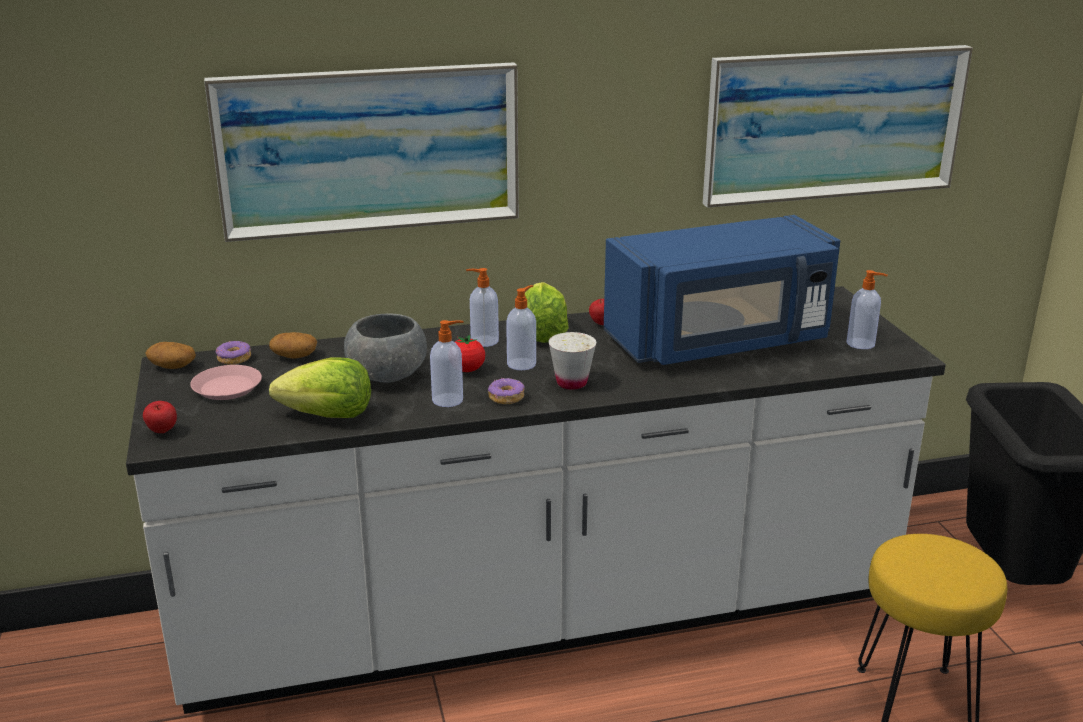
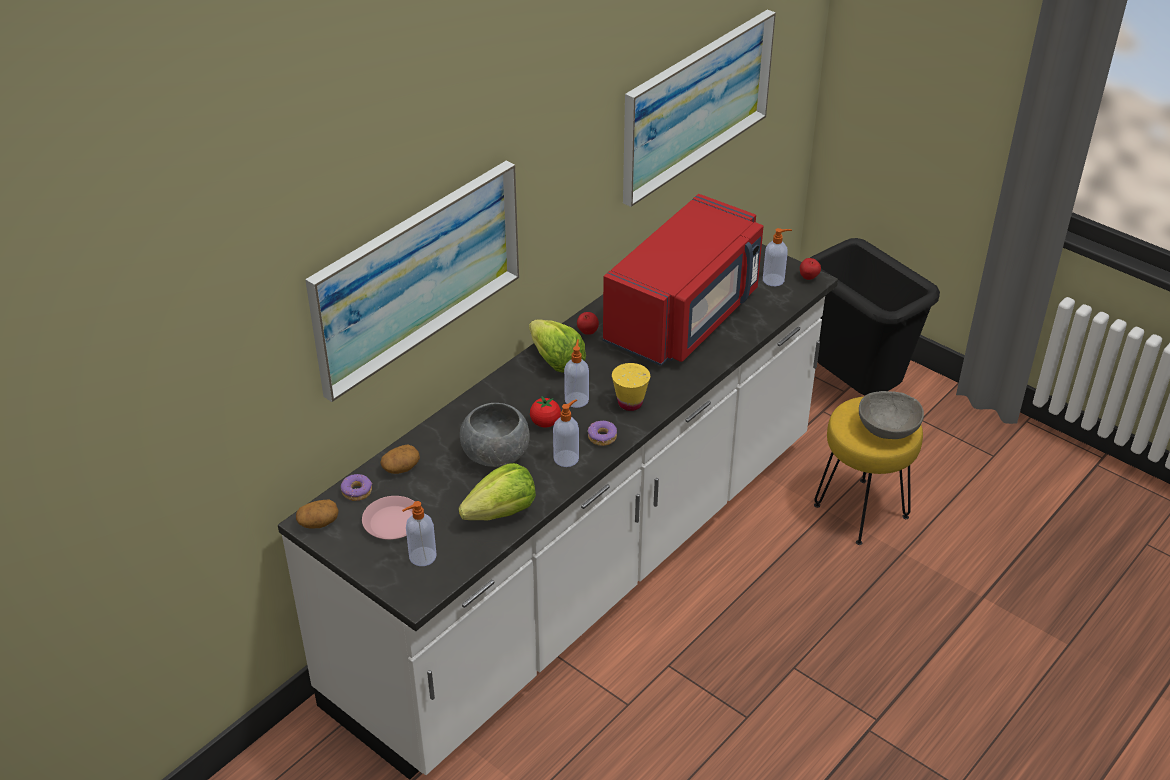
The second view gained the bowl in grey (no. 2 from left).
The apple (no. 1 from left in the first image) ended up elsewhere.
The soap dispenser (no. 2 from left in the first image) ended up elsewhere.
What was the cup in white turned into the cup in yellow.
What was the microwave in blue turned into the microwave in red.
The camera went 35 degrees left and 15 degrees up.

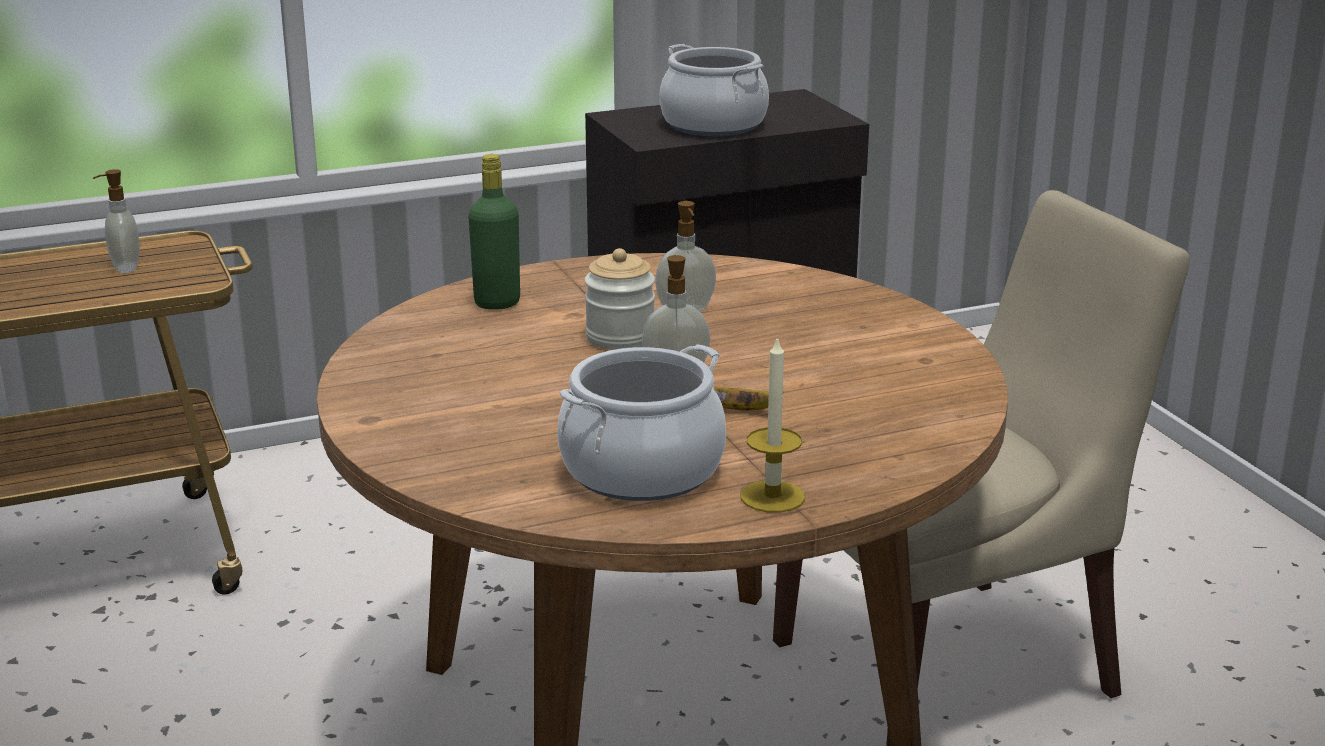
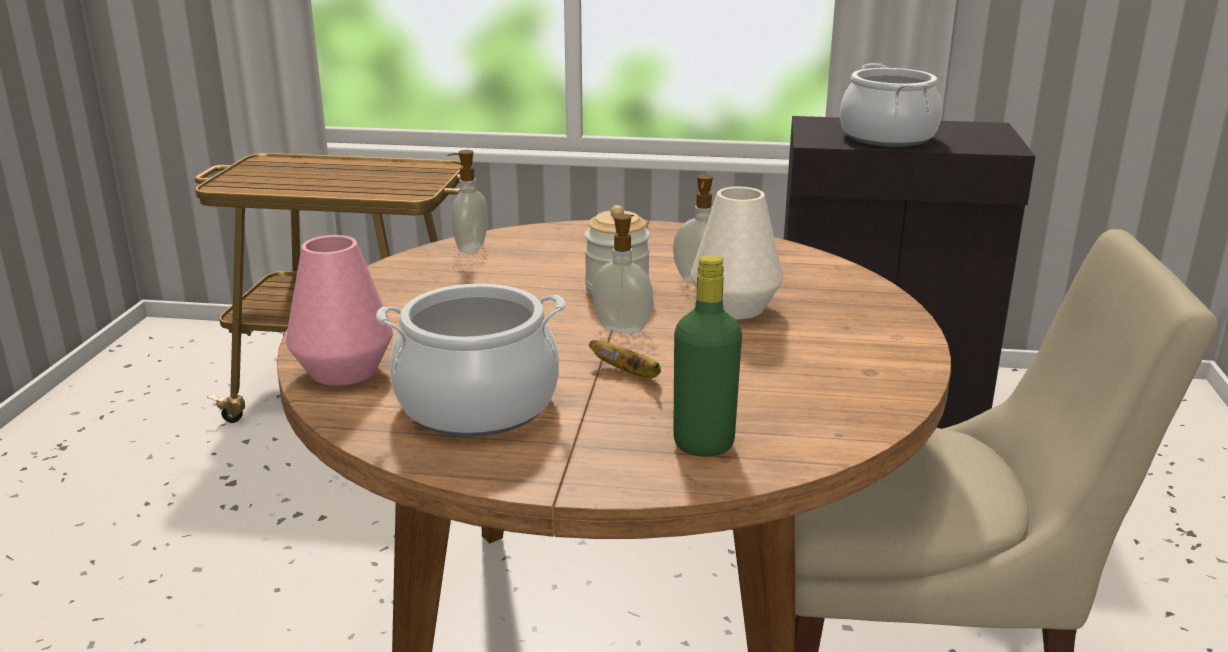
The second view lost the candle.
The second view gained the vase in pink.
The second view gained the vase in white.
The soap dispenser (no. 1 from left) ended up elsewhere.
The bottle in green ended up elsewhere.
The camera went 30 degrees right and 0 degrees up.

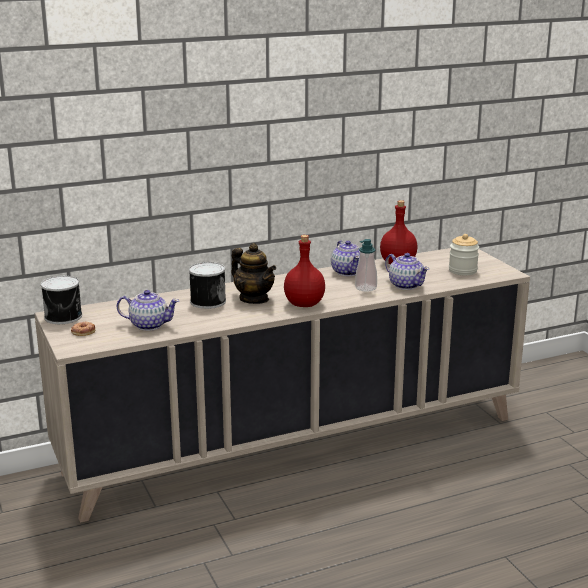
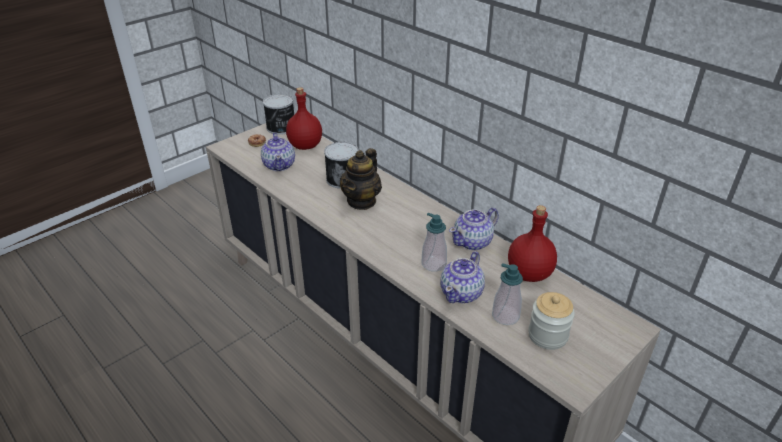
The second view gained the soap dispenser (no. 2 from left).
The bottle in red (no. 1 from left) ended up elsewhere.
The camera went 70 degrees right and 15 degrees up.

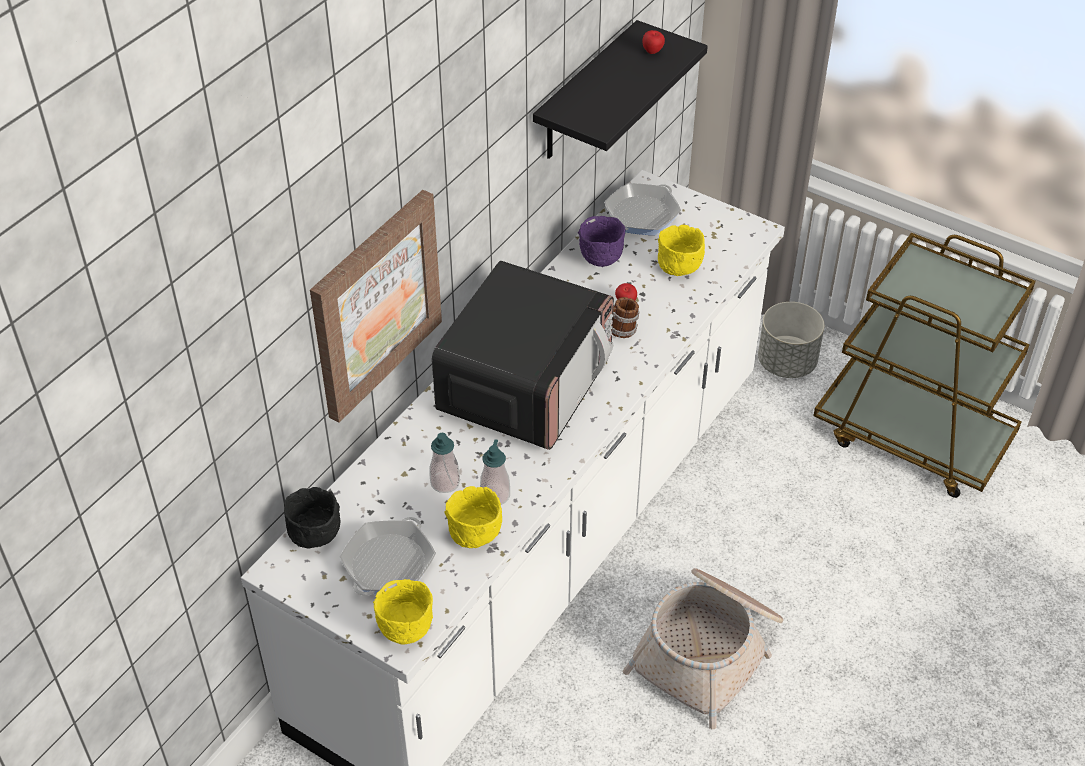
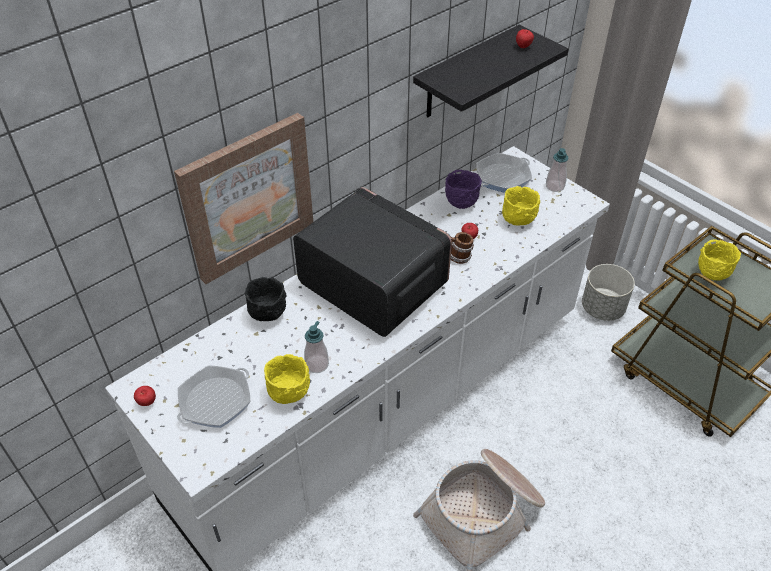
The second view gained the apple (no. 1 from left).
The bowl in black ended up elsewhere.
The bowl in yellow (no. 1 from left in the first image) ended up elsewhere.
The soap dispenser (no. 1 from left in the first image) ended up elsewhere.
The microwave ended up facing another way, 90 degrees counterclockwise from before.
The camera went 15 degrees right and 0 degrees up.

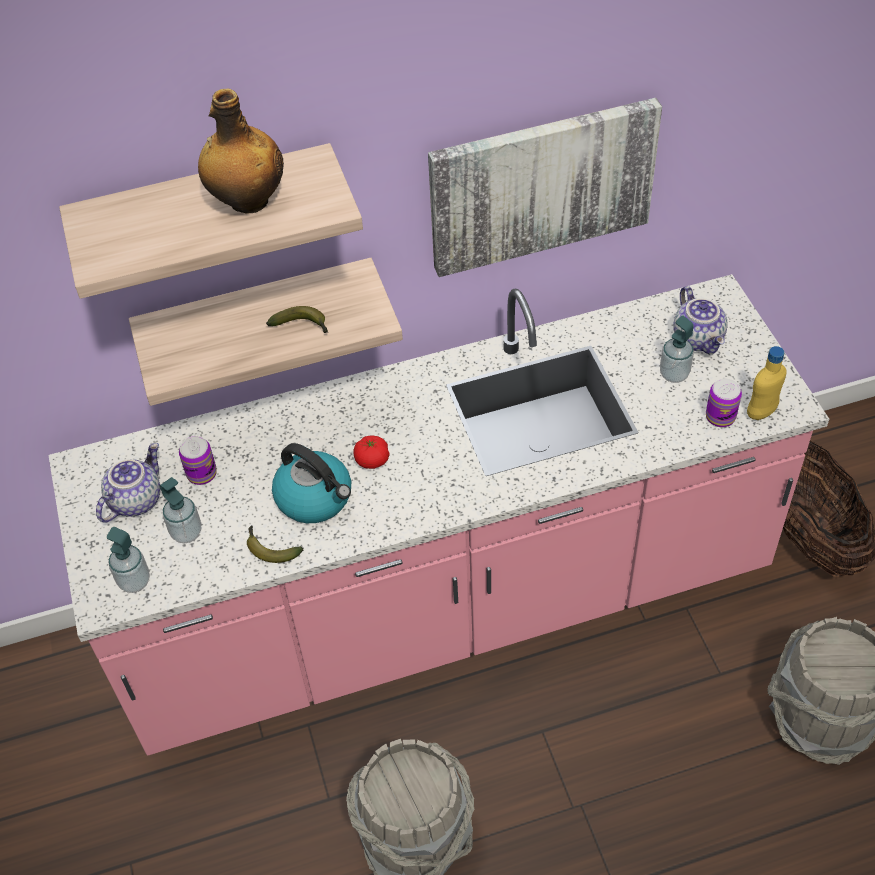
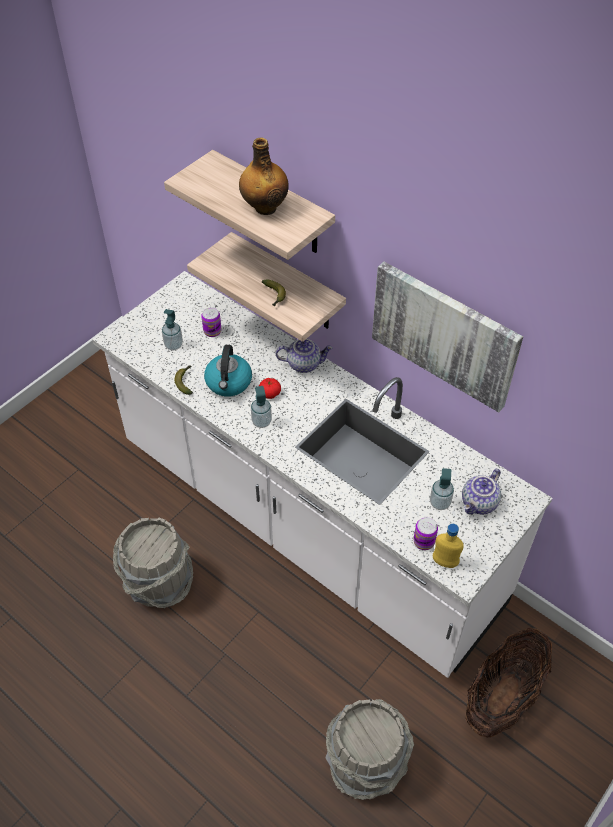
The teapot (no. 1 from left) ended up elsewhere.
The soap dispenser (no. 1 from left in the first image) ended up elsewhere.
What was the counter in pink turned into the counter in white.
The camera went 55 degrees right and 0 degrees up.

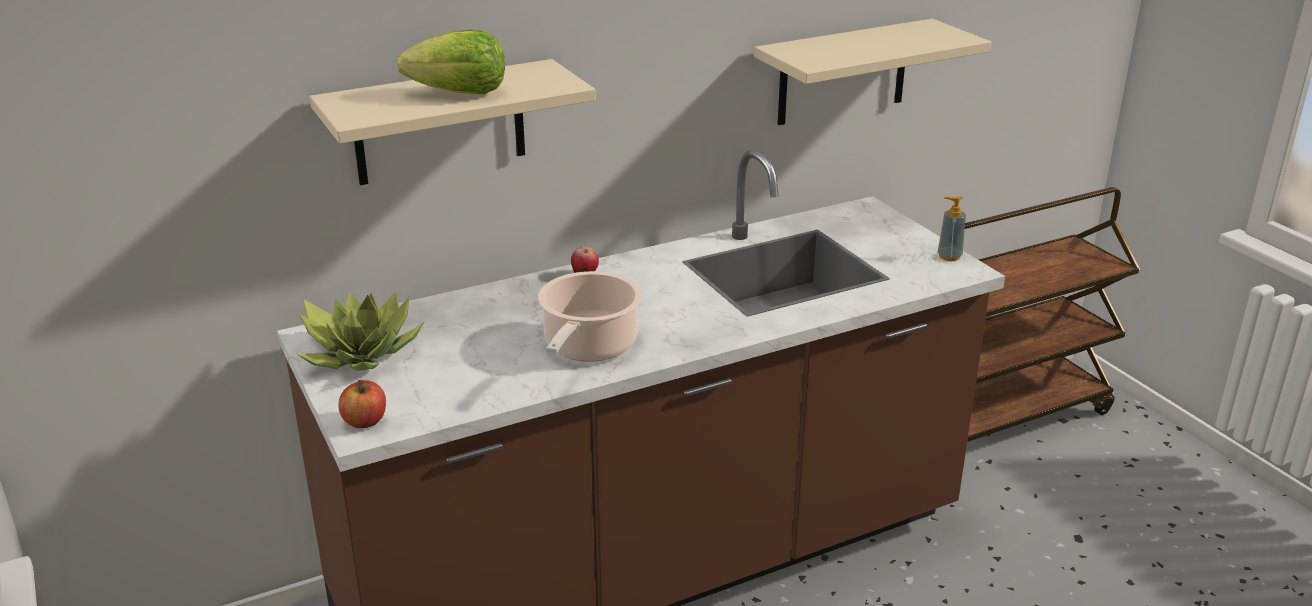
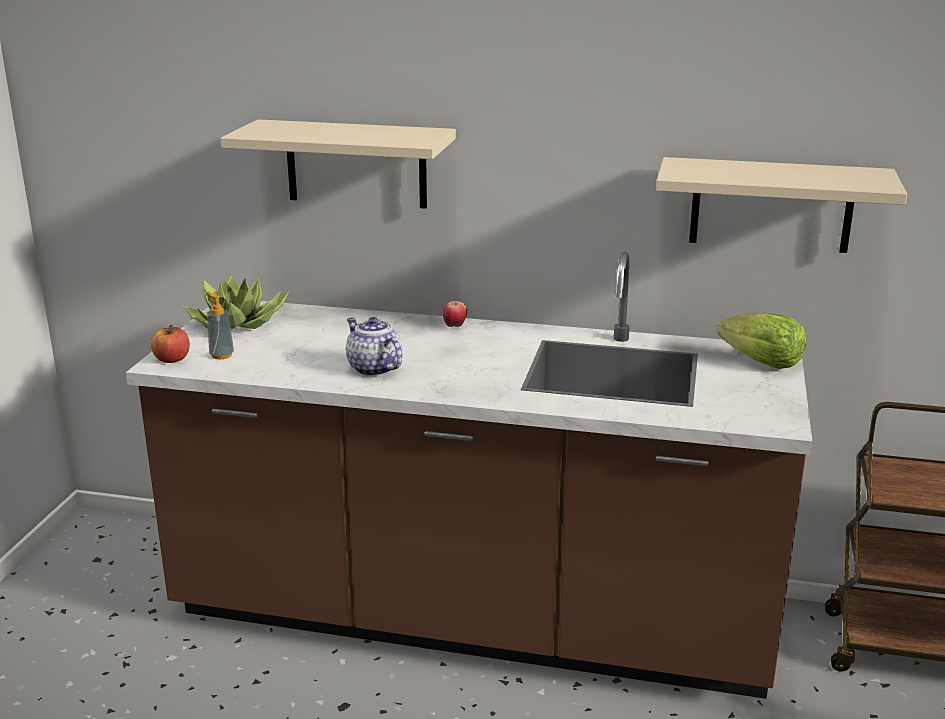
The lettuce ended up elsewhere.
The soap dispenser ended up elsewhere.
Where the cooking pot stood, the teapot came to stand.
The camera went 40 degrees right and 5 degrees down.

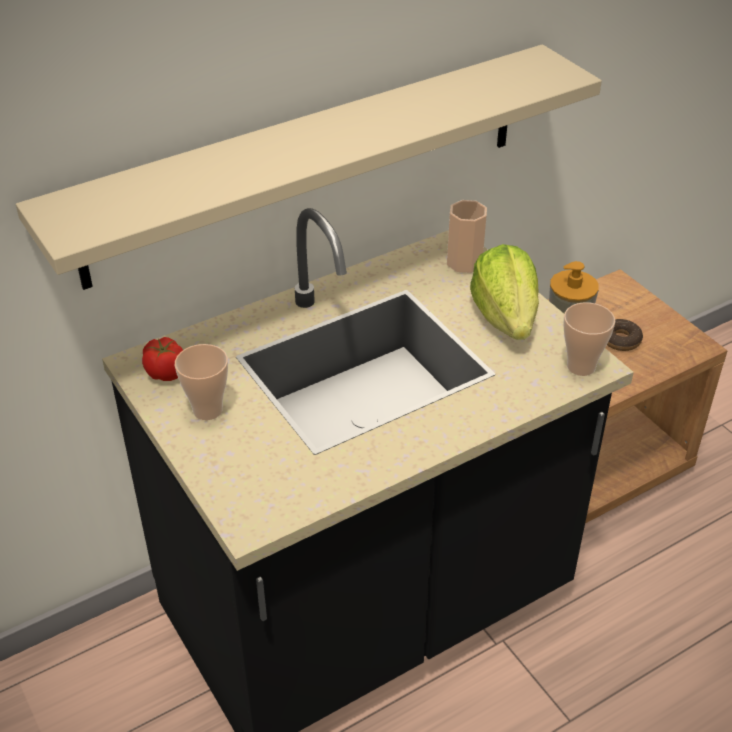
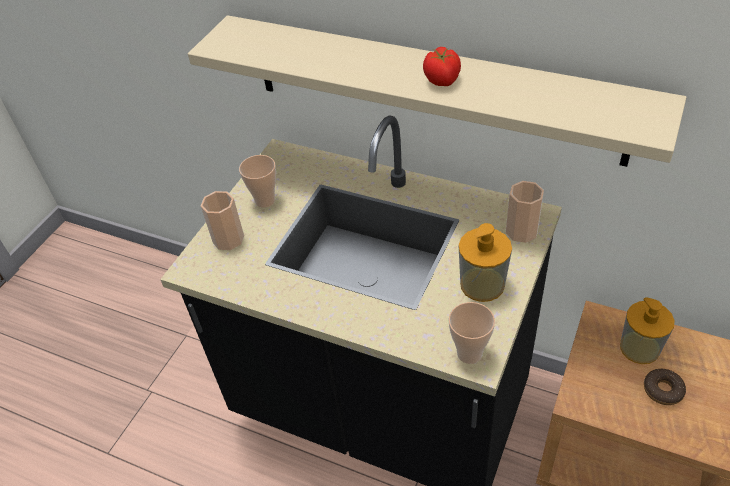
The second view gained the cup (no. 1 from left).
The tomato ended up elsewhere.
Where the lettuce stood, the soap dispenser (no. 1 from left) came to stand.
The camera went 60 degrees right and 5 degrees up.

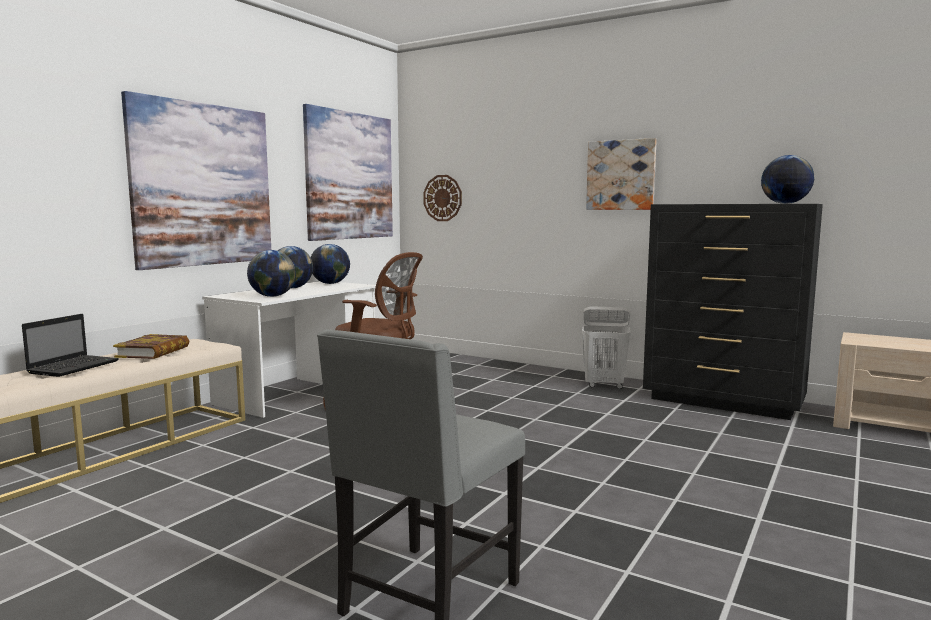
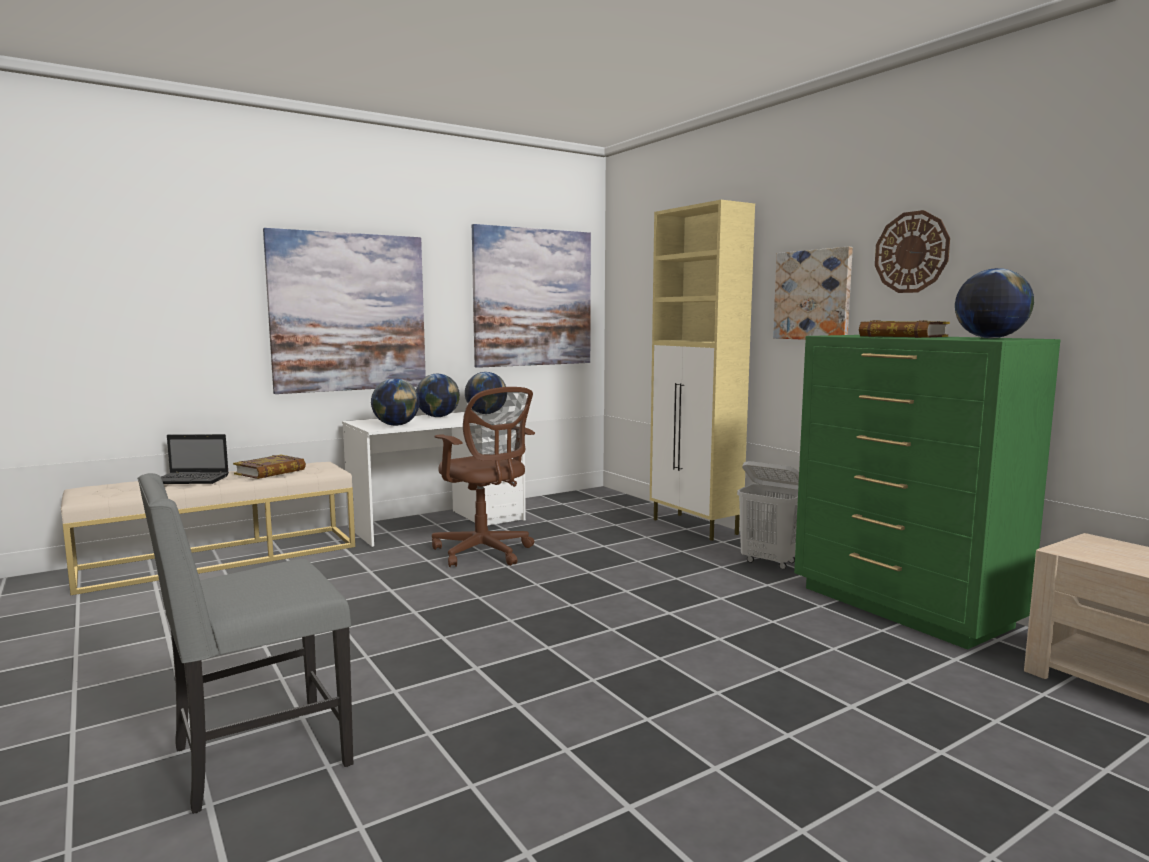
The second view gained the cabinet in beige.
The second view gained the book (no. 2 from left).
The wall clock ended up elsewhere.
What was the dresser in black turned into the dresser in green.
The laptop ended up facing another way, 45 degrees clockwise from before.
The camera went 25 degrees right and 0 degrees up.

